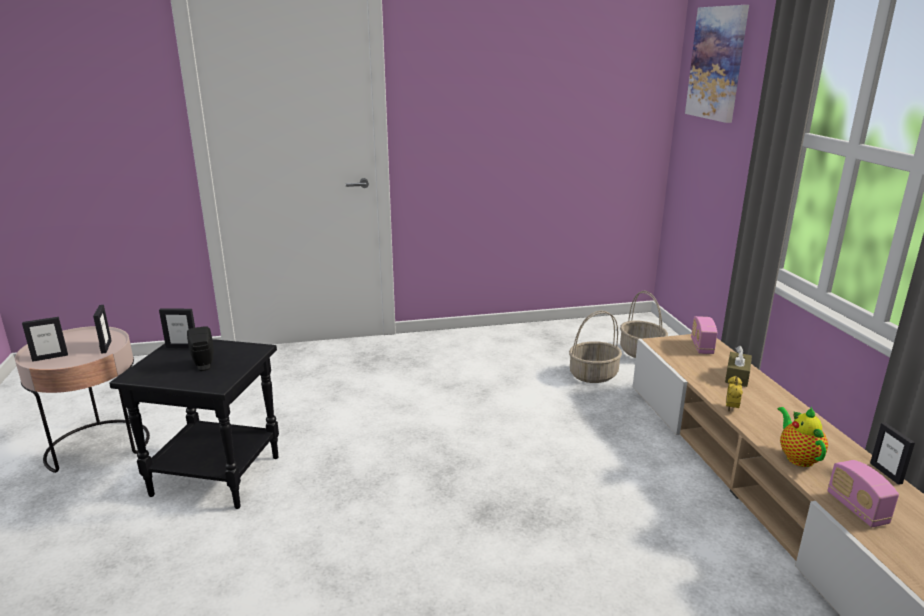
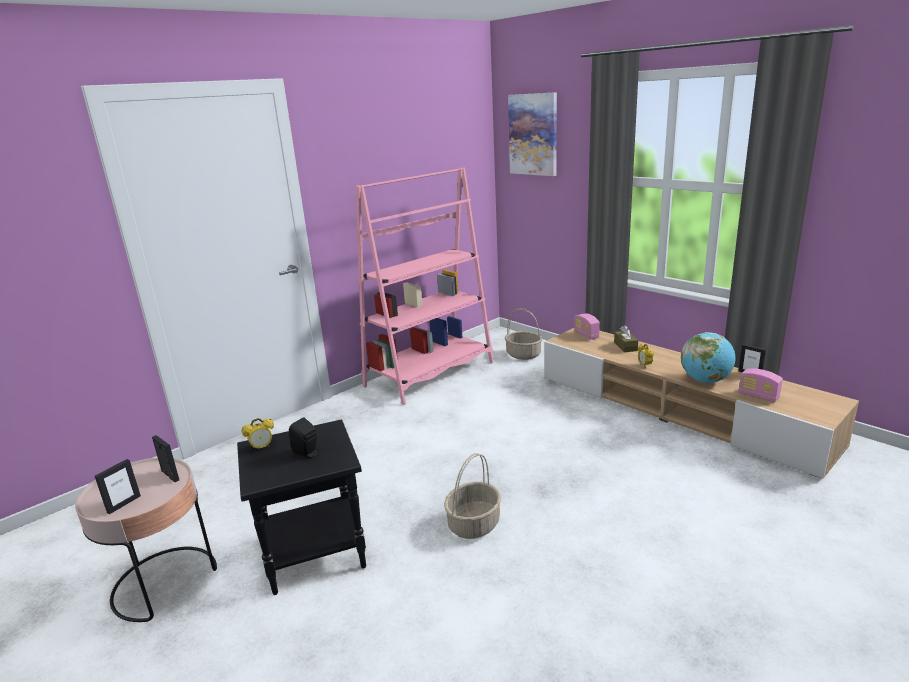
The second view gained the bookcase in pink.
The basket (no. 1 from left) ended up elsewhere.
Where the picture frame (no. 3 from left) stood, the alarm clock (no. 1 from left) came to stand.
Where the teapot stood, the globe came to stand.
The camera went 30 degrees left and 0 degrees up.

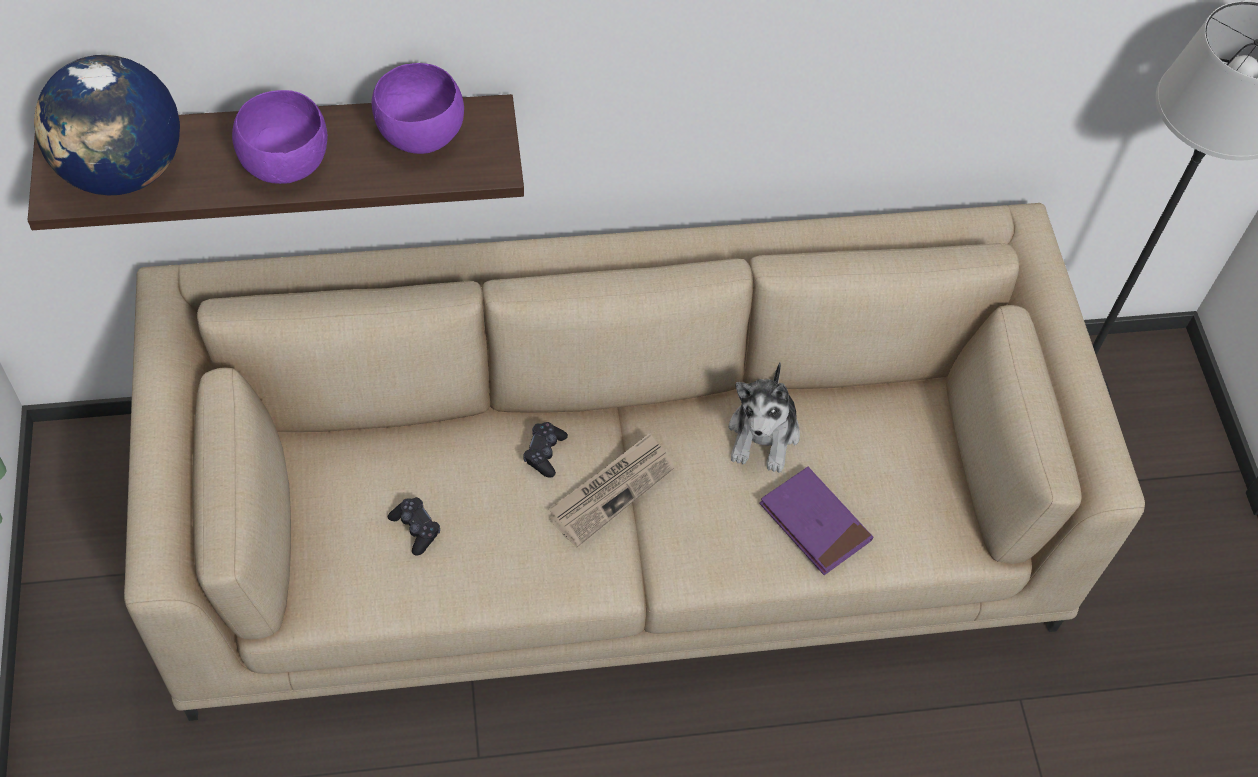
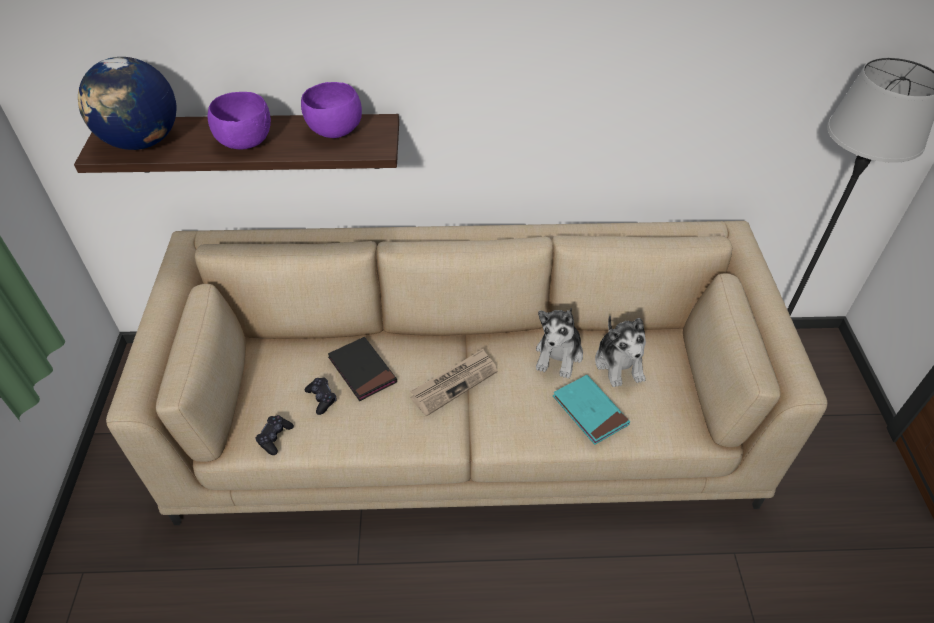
The second view gained the book in black.
The second view gained the plush toy (no. 2 from left).
The game controller in black (no. 2 from left in the first image) ended up elsewhere.
What was the book in purple turned into the book in turquoise.
The camera went 10 degrees right and 10 degrees down.

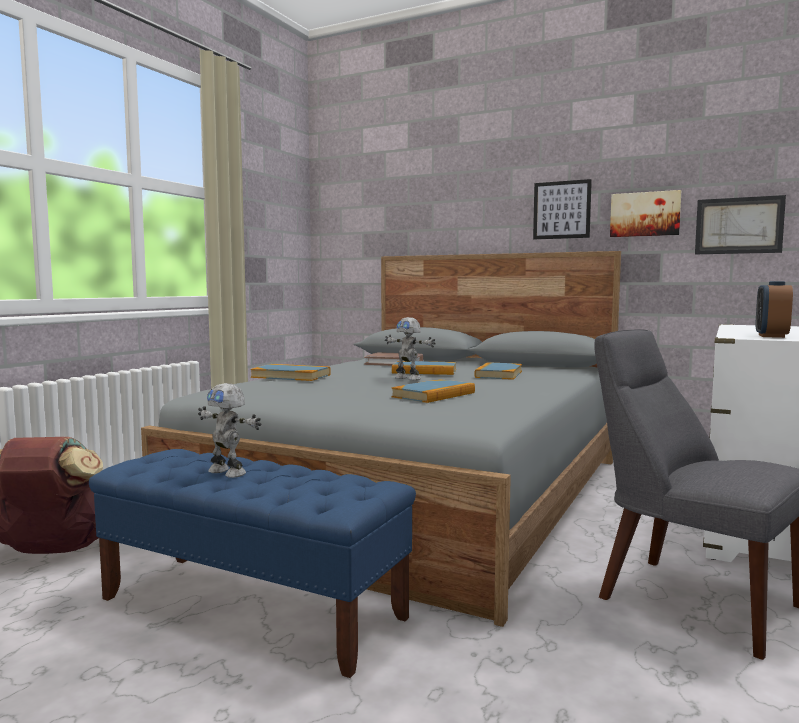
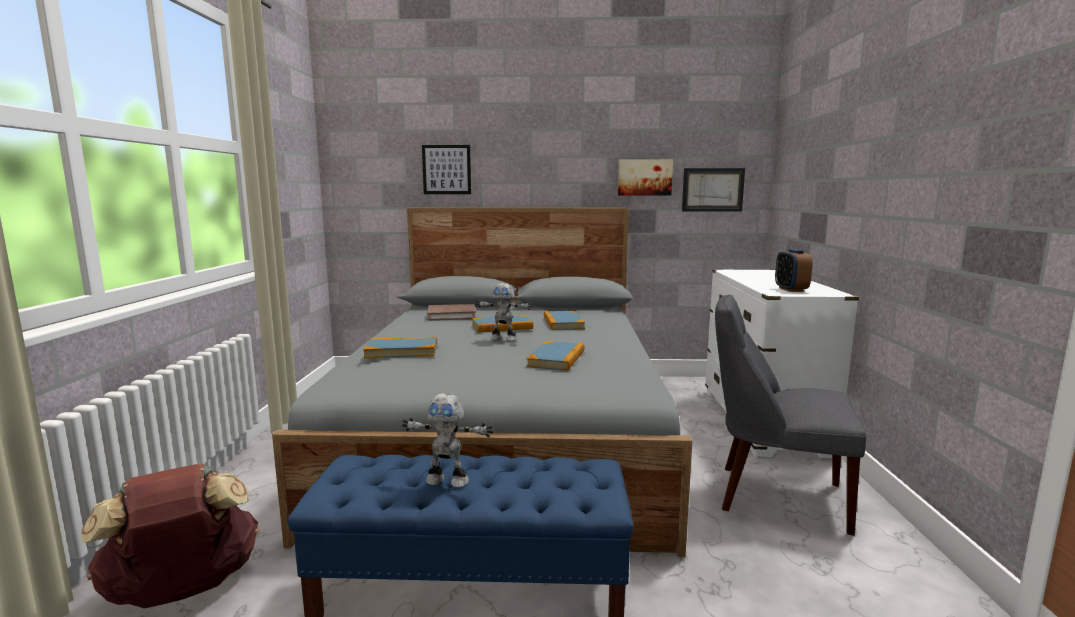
The picture (no. 1 from left) ended up elsewhere.
The camera went 25 degrees left and 5 degrees up.

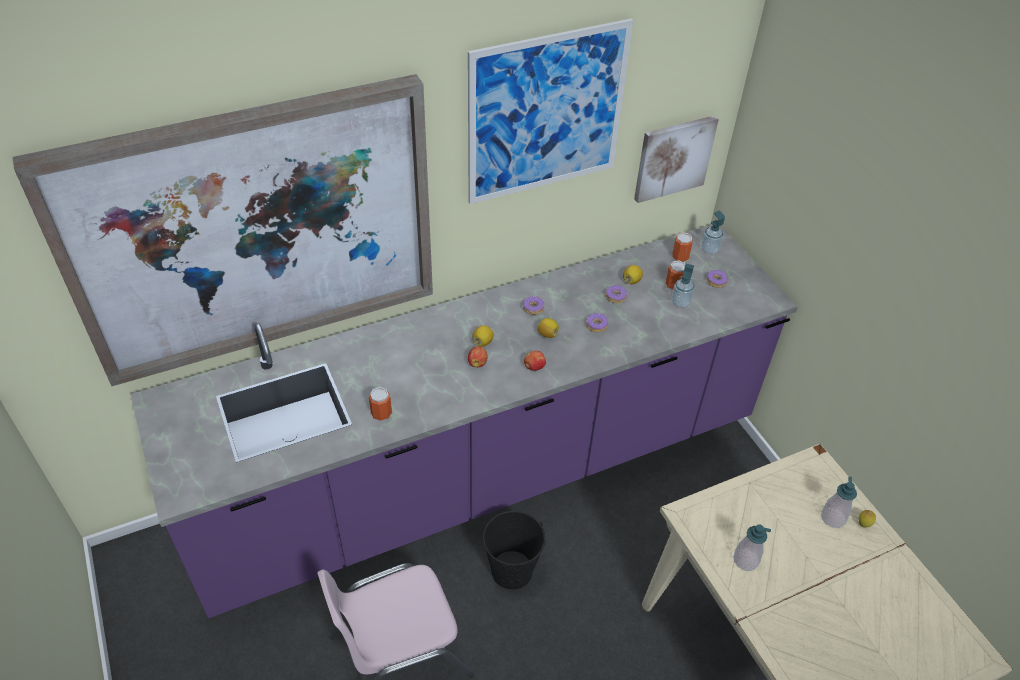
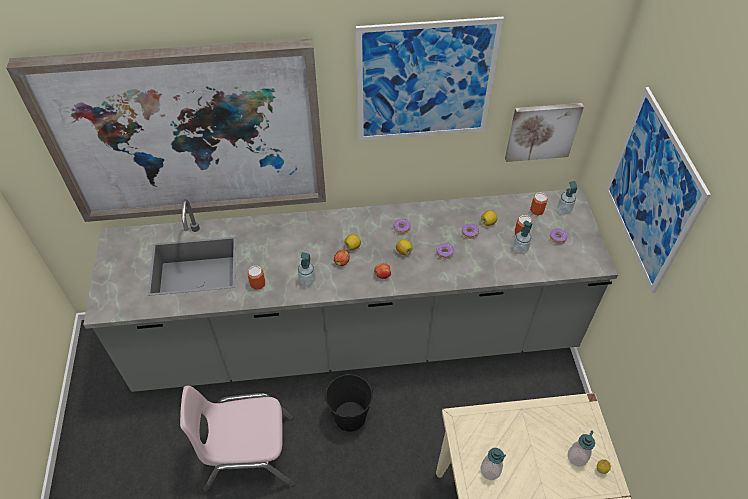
The second view gained the soap dispenser (no. 1 from left).
The second view gained the picture (no. 4 from left).
What was the counter in purple turned into the counter in grey.
The camera went 20 degrees right and 5 degrees up.

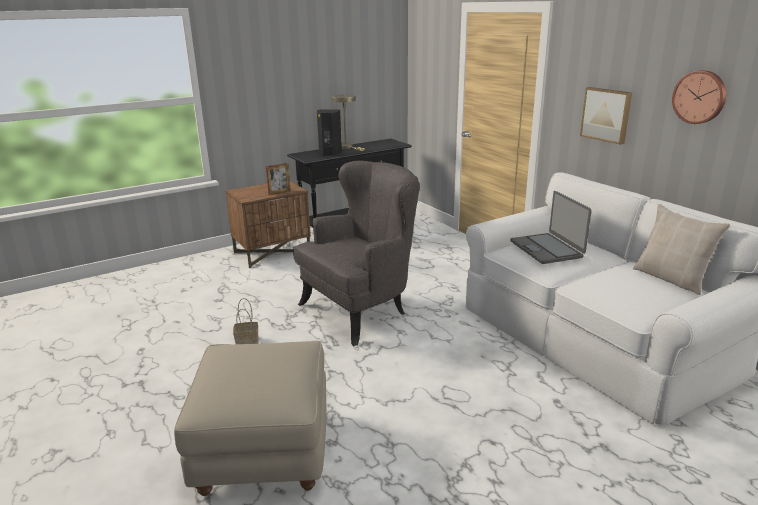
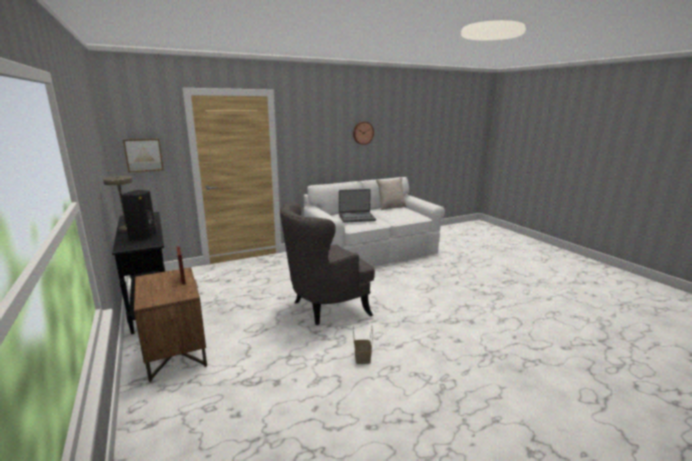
The second view lost the ottoman in beige.
The picture ended up elsewhere.
The armchair in grey ended up facing another way, 90 degrees counterclockwise from before.
The camera went 85 degrees left and 5 degrees down.

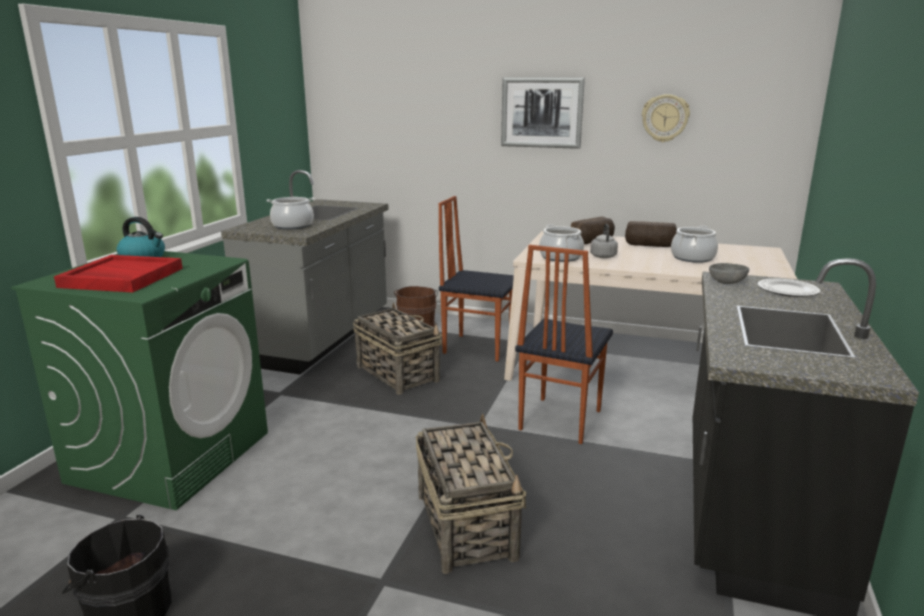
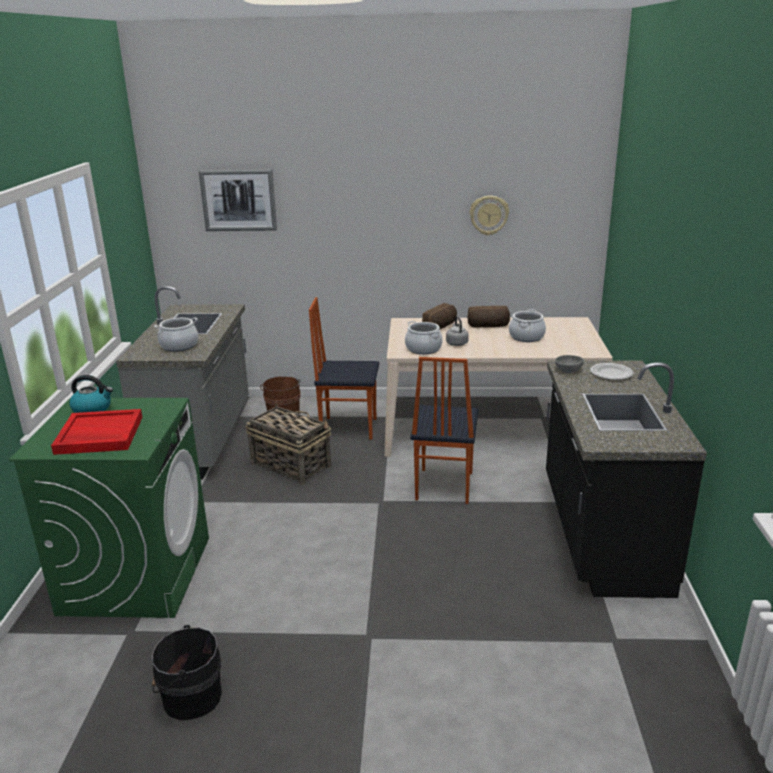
The second view lost the basket (no. 2 from left).
The picture ended up elsewhere.
The camera went 15 degrees left and 5 degrees up.

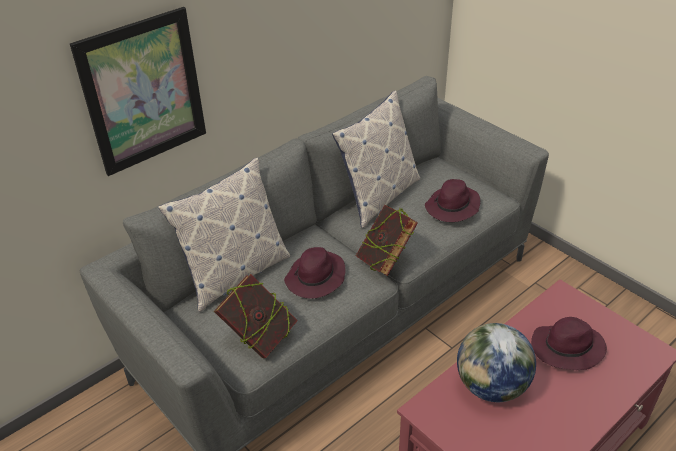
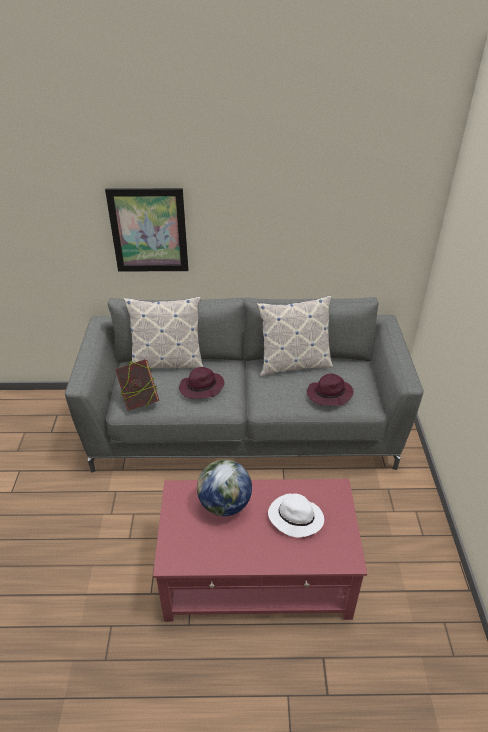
The second view lost the book (no. 2 from left).
What was the hat in purple (no. 3 from left) turned into the hat in white.
The camera went 40 degrees right and 0 degrees up.

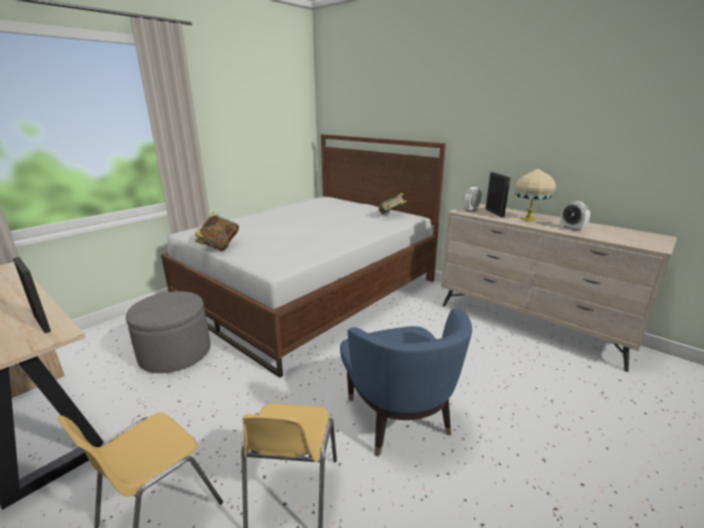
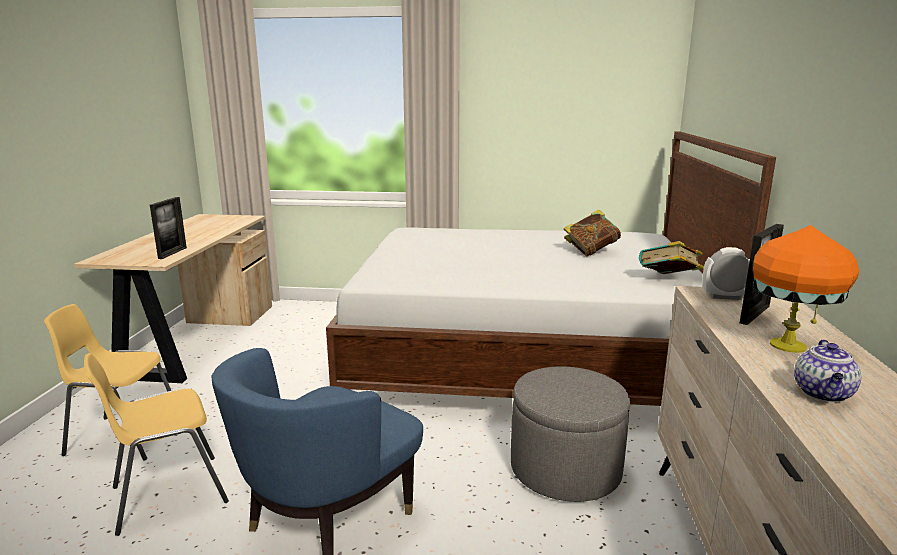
The ottoman in grey ended up elsewhere.
The book (no. 1 from left) ended up elsewhere.
Where the alarm clock (no. 2 from left) stood, the teapot came to stand.
What was the table lamp in beige turned into the table lamp in orange.
The camera went 55 degrees right and 5 degrees down.

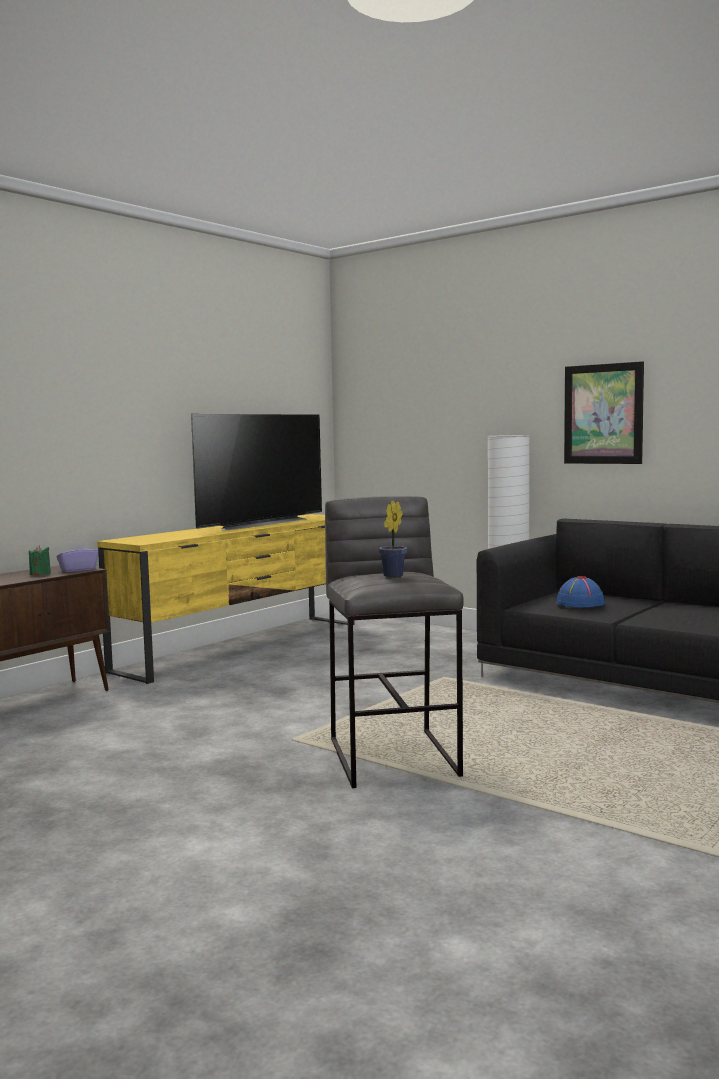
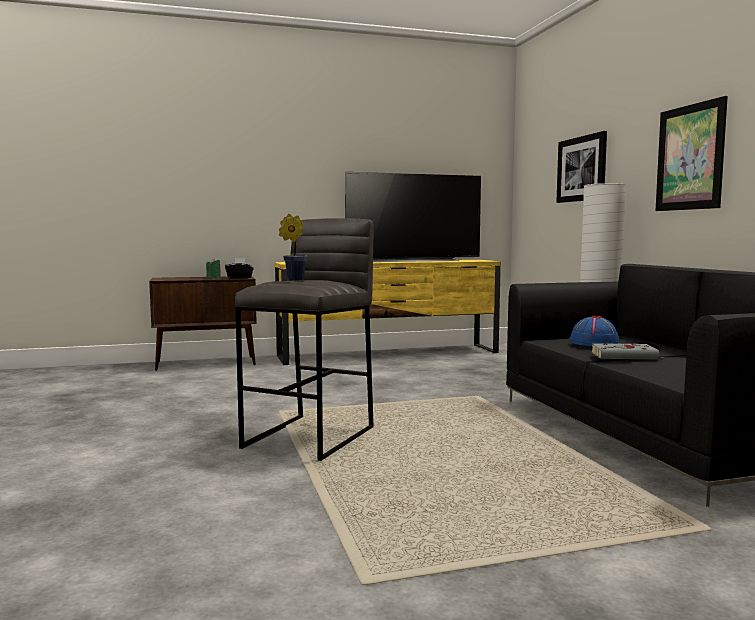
The second view gained the picture (no. 1 from left).
The second view gained the book in grey.
What was the tissue box in purple turned into the tissue box in black.
The camera went 35 degrees right and 0 degrees up.

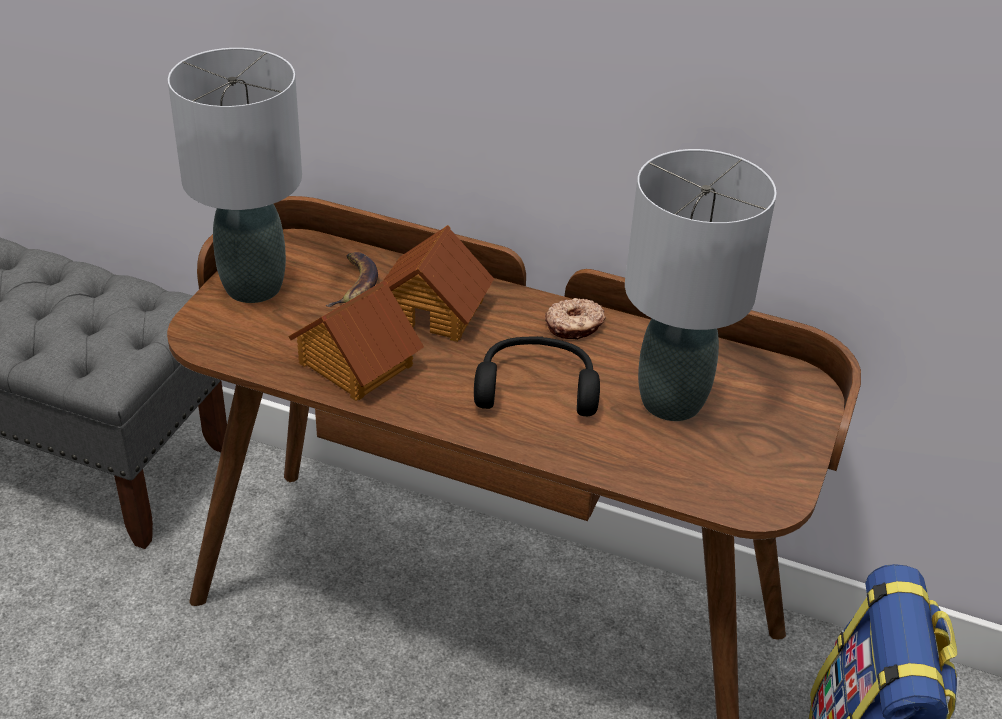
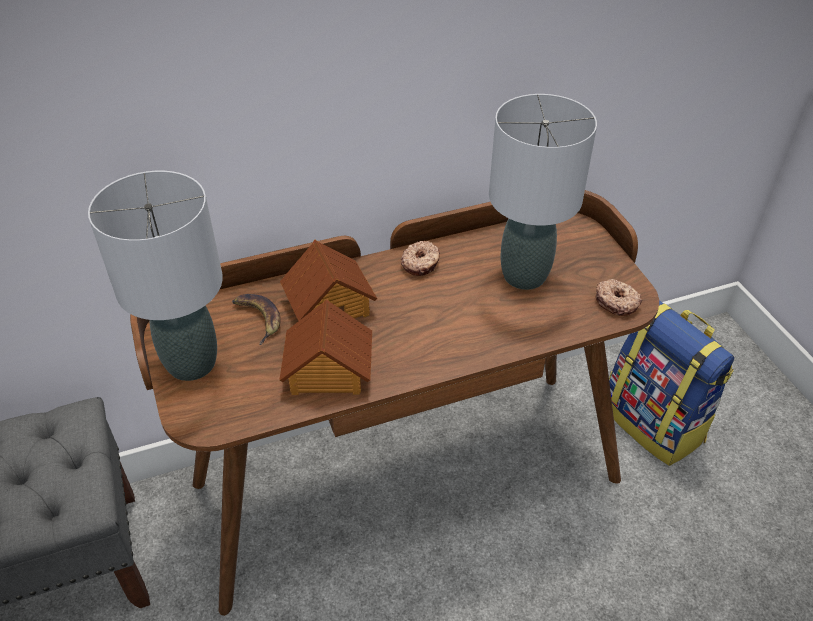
The second view lost the headphones in black.
The second view gained the donut (no. 2 from left).
The camera went 40 degrees left and 5 degrees up.

